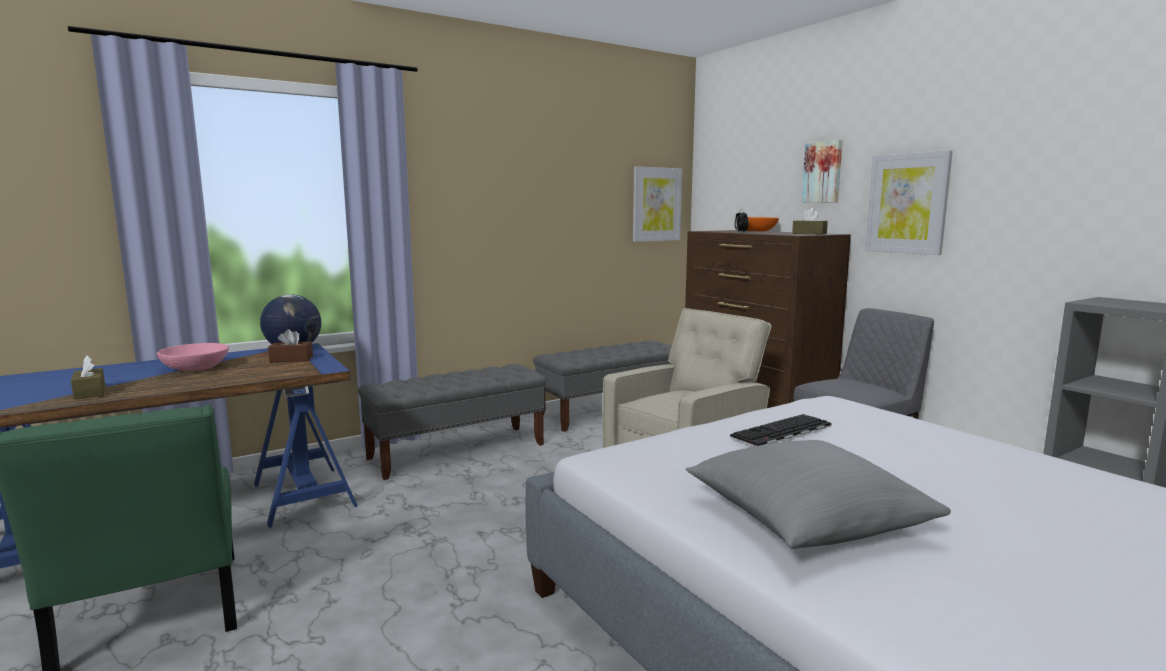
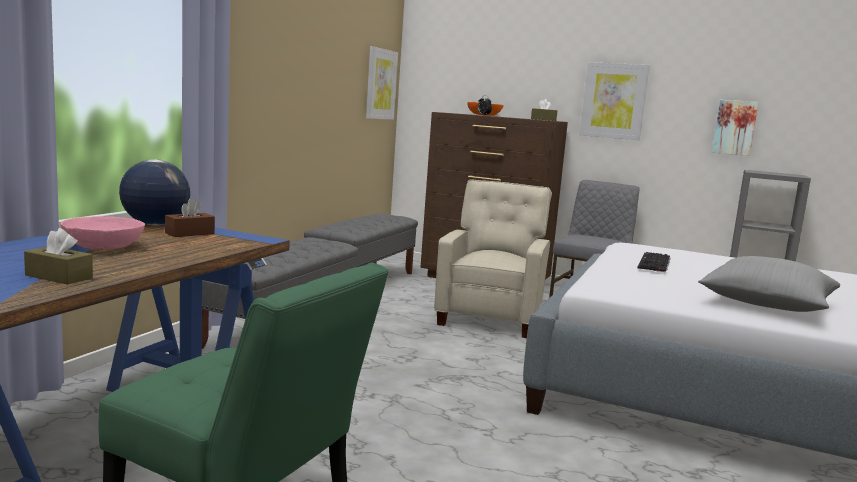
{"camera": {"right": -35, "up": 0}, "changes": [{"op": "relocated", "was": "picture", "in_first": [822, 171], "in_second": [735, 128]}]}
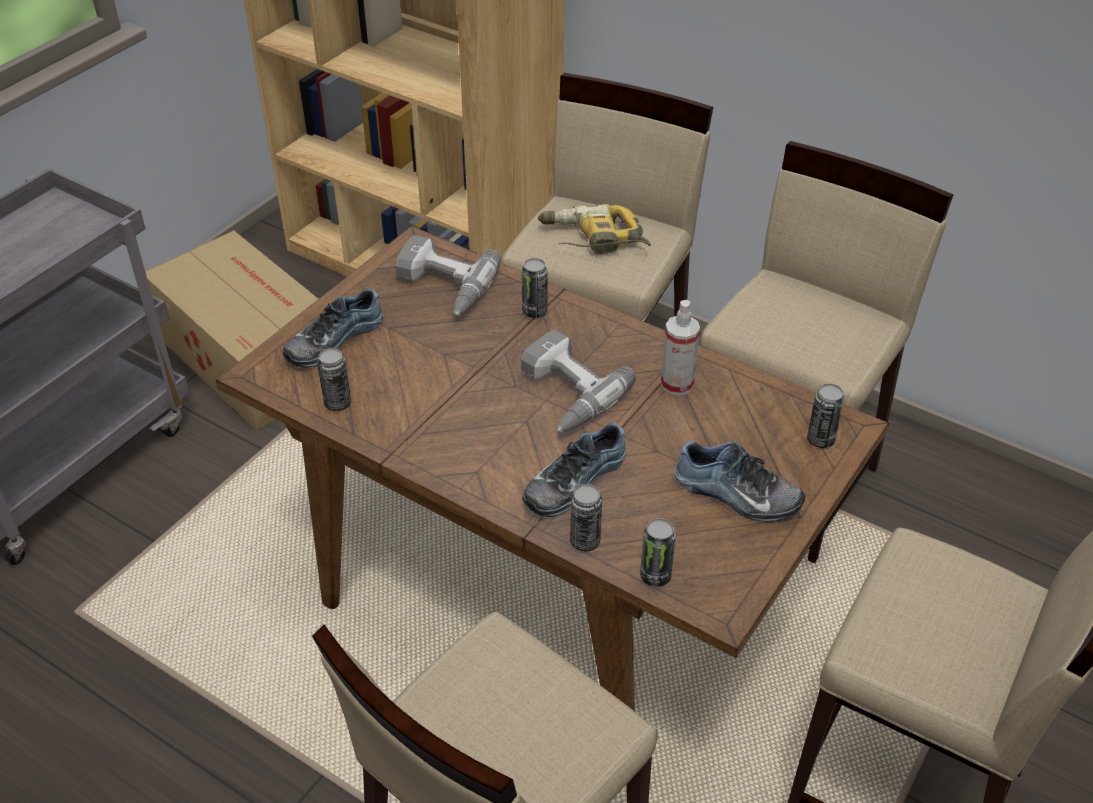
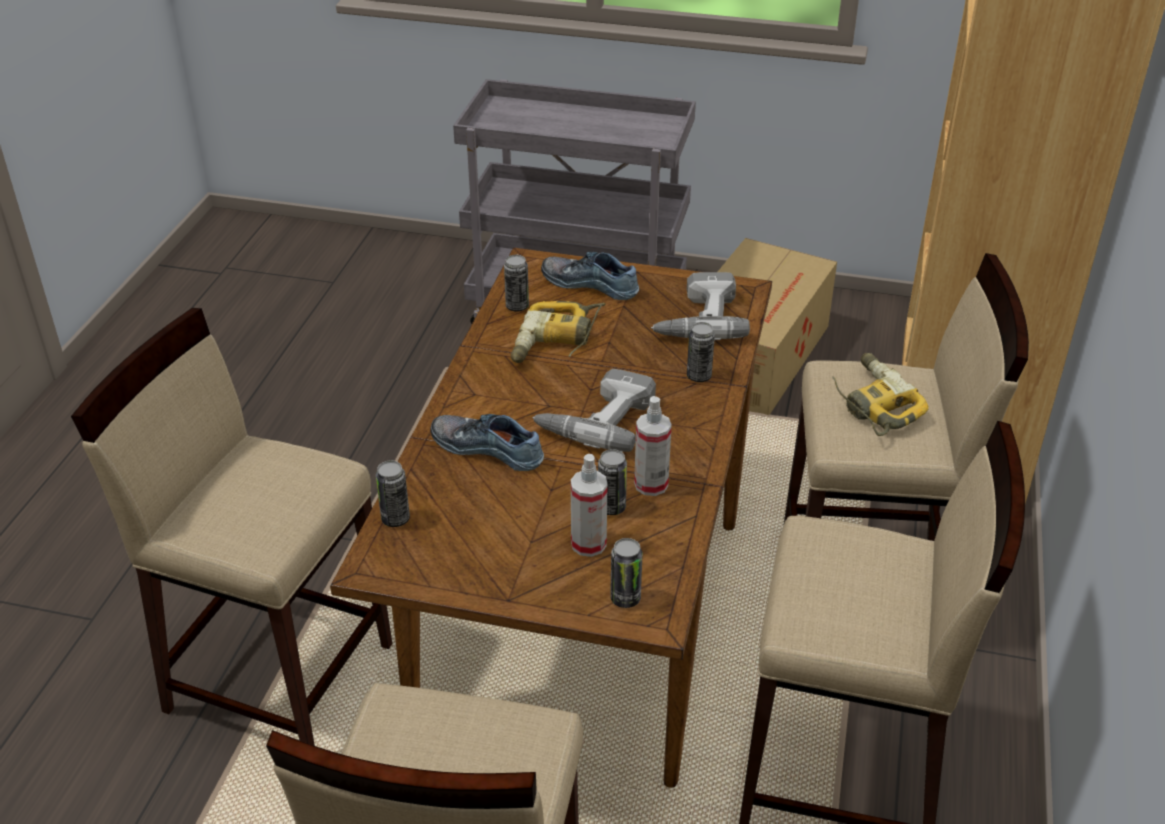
{"camera": {"right": 70, "up": -5}, "changes": [{"op": "relocated", "was": "can", "in_first": [586, 517], "in_second": [612, 482]}, {"op": "missing", "was": "shoe", "in_first": [739, 481]}, {"op": "appeared", "now": "power drill", "in_second": [558, 332]}, {"op": "appeared", "now": "spray bottle", "in_second": [589, 505]}]}
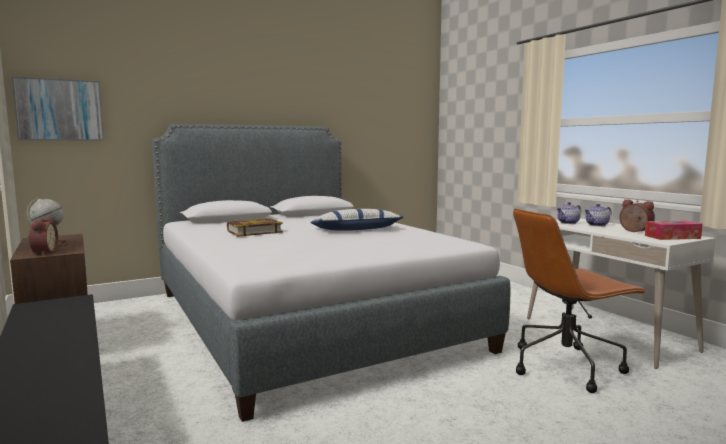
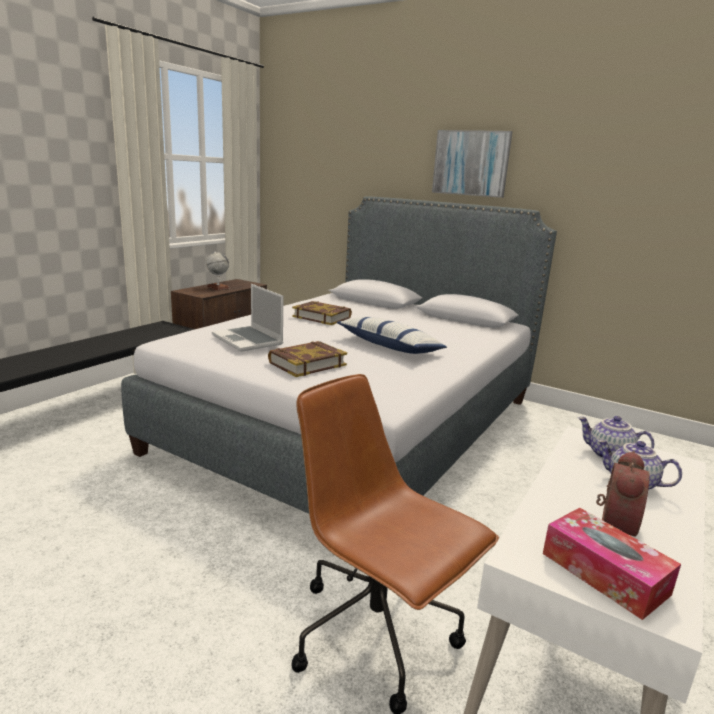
{"camera": {"right": 60, "up": 10}, "changes": [{"op": "relocated", "was": "picture", "in_first": [58, 108], "in_second": [472, 164]}, {"op": "missing", "was": "alarm clock", "in_first": [43, 236]}, {"op": "appeared", "now": "laptop", "in_second": [247, 318]}, {"op": "appeared", "now": "book", "in_second": [307, 359]}]}
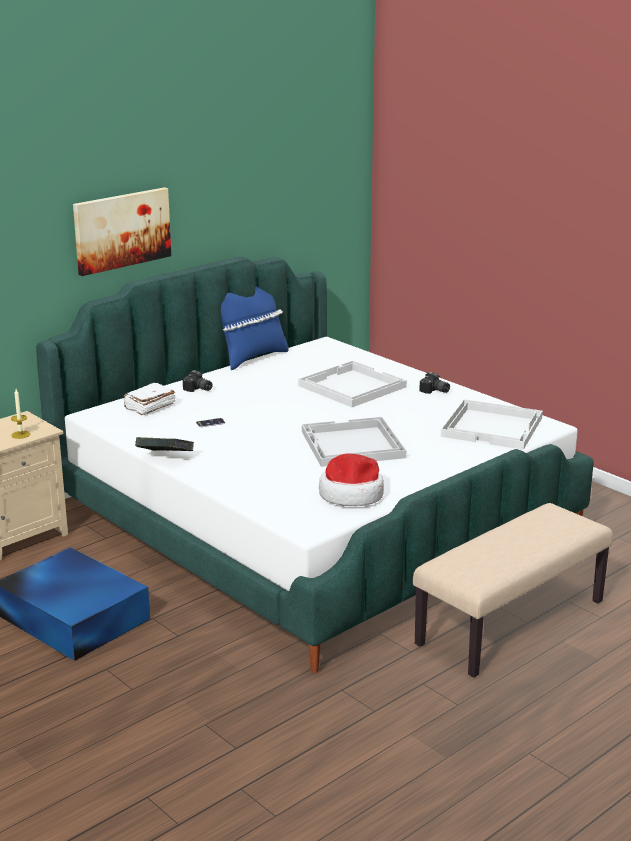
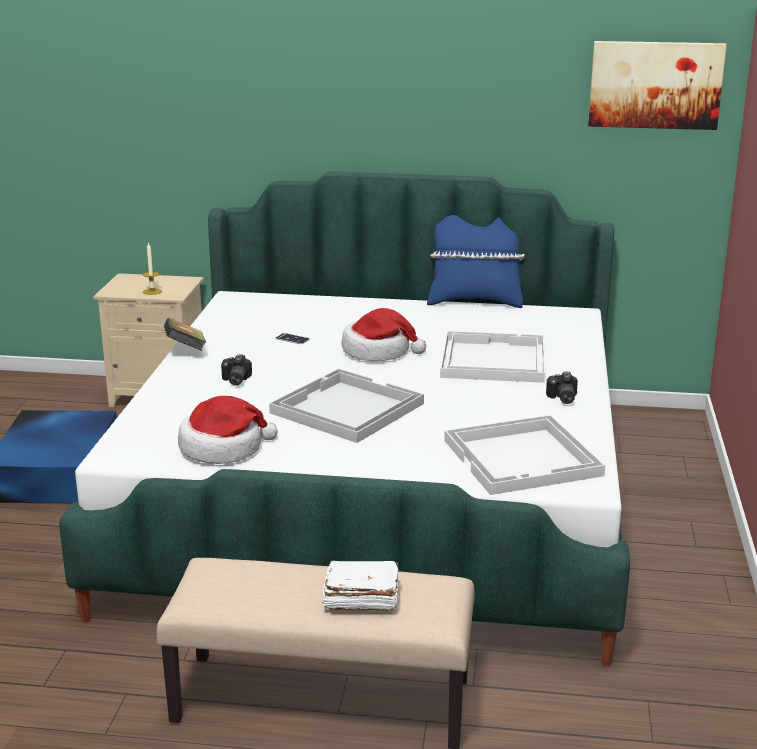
{"camera": {"right": 50, "up": 0}, "changes": [{"op": "relocated", "was": "picture", "in_first": [122, 231], "in_second": [657, 85]}, {"op": "relocated", "was": "book/white", "in_first": [149, 399], "in_second": [360, 586]}, {"op": "relocated", "was": "photo camera", "in_first": [198, 381], "in_second": [236, 370]}, {"op": "appeared", "now": "hat", "in_second": [384, 334]}]}
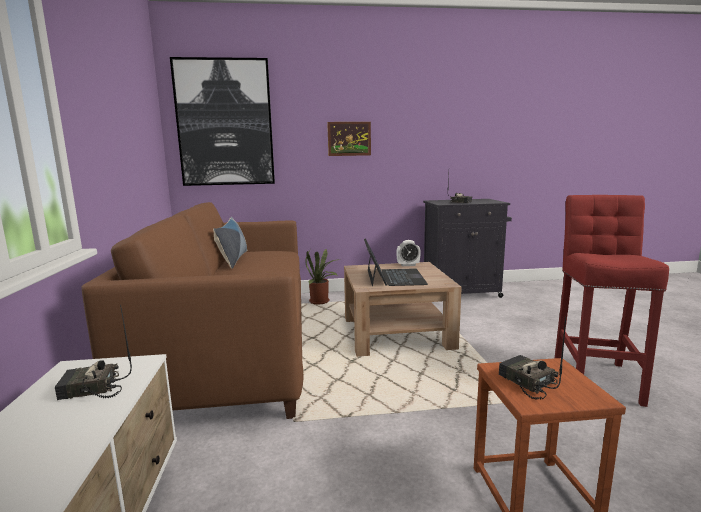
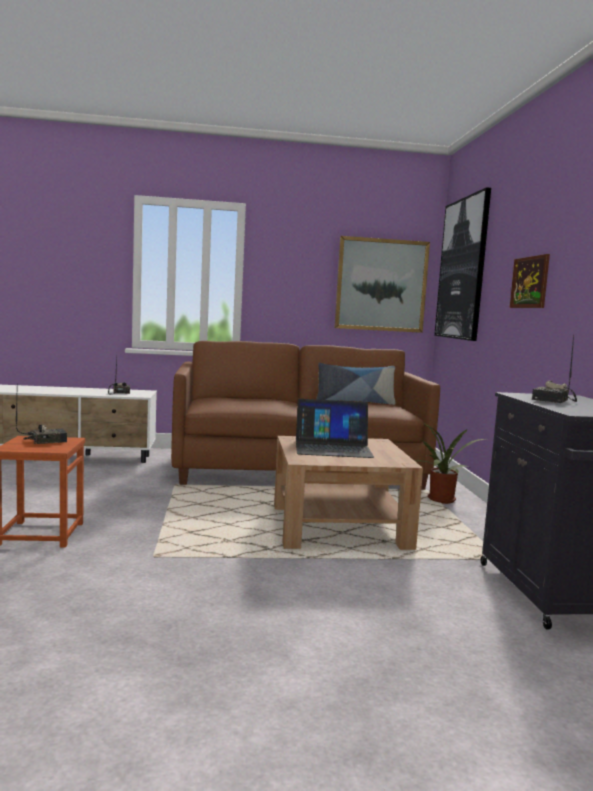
{"camera": {"right": 90, "up": -5}, "changes": [{"op": "missing", "was": "alarm clock", "in_first": [408, 253]}, {"op": "missing", "was": "stool/red", "in_first": [612, 301]}, {"op": "appeared", "now": "picture", "in_second": [382, 284]}]}
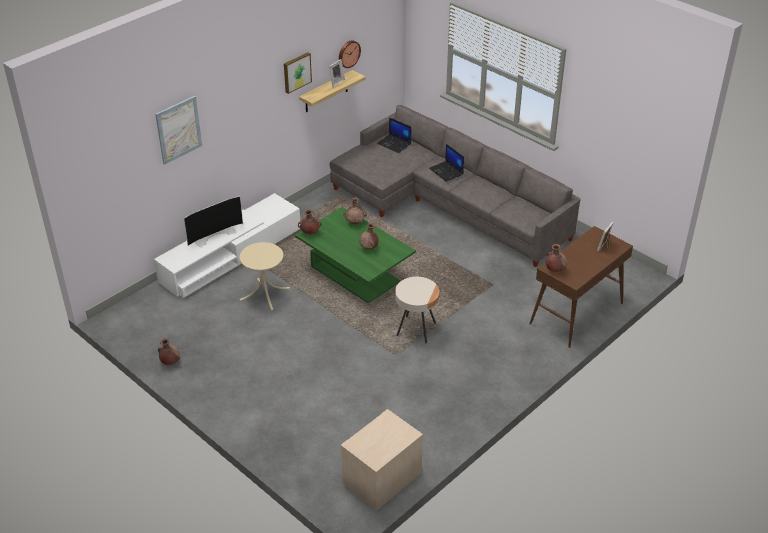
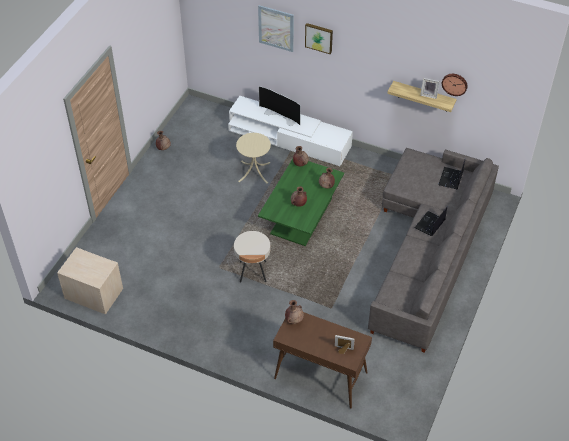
{"camera": {"right": 70, "up": 10}, "changes": [{"op": "relocated", "was": "picture", "in_first": [298, 73], "in_second": [319, 38]}]}
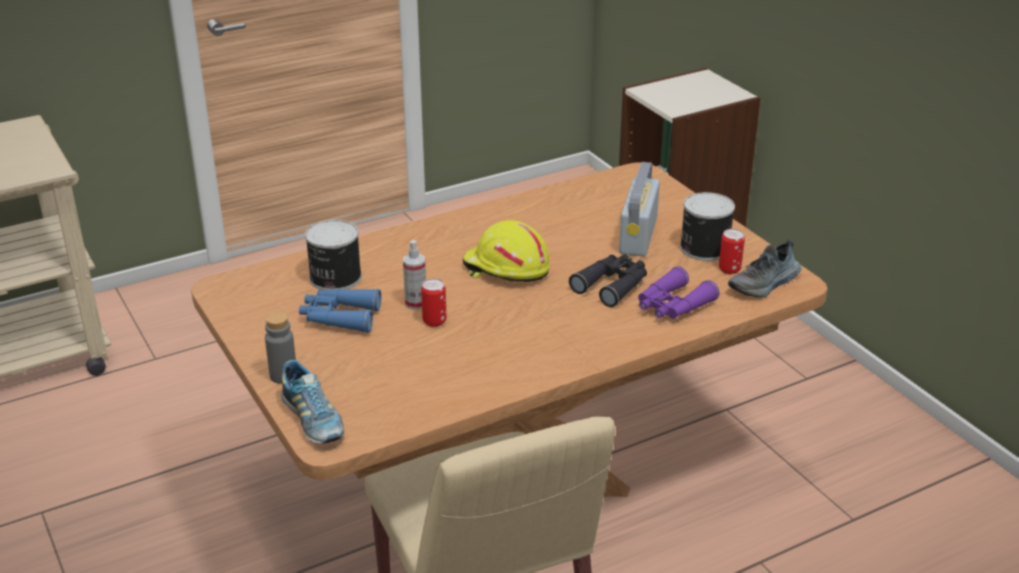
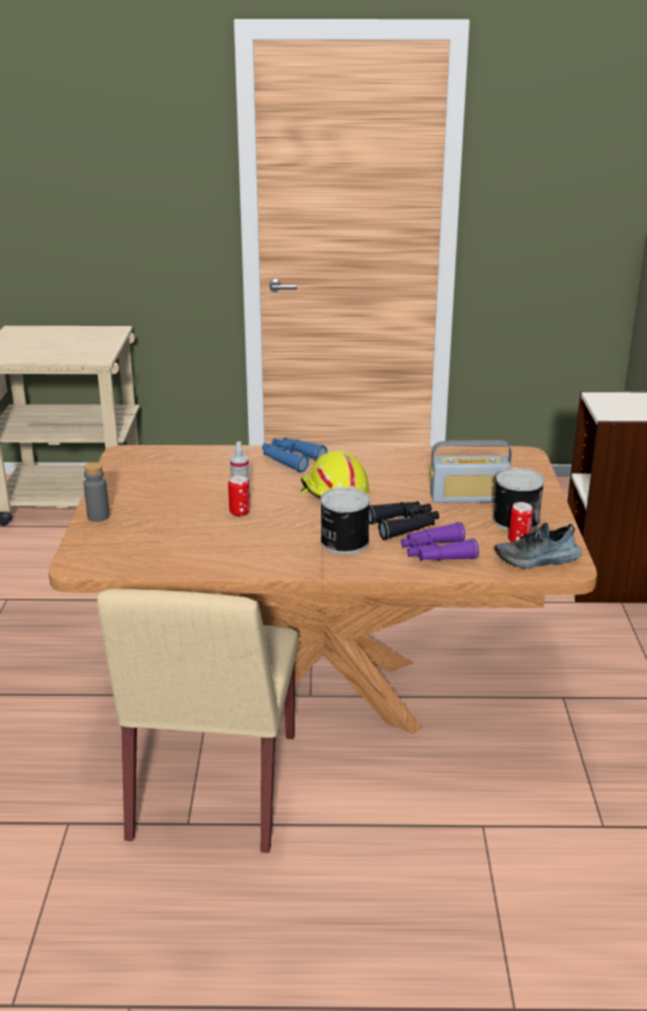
{"camera": {"right": 30, "up": -5}, "changes": [{"op": "missing", "was": "shoe", "in_first": [312, 402]}, {"op": "relocated", "was": "binoculars/blue", "in_first": [340, 311], "in_second": [294, 454]}, {"op": "relocated", "was": "can", "in_first": [333, 255], "in_second": [345, 520]}, {"op": "spun", "was": "radio", "in_first": [639, 209], "in_second": [471, 471], "clockwise": -135}]}
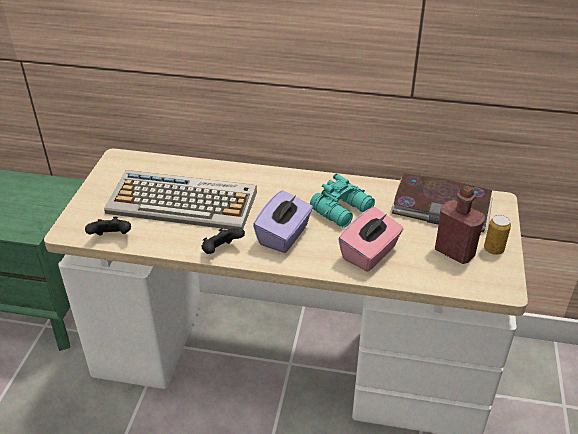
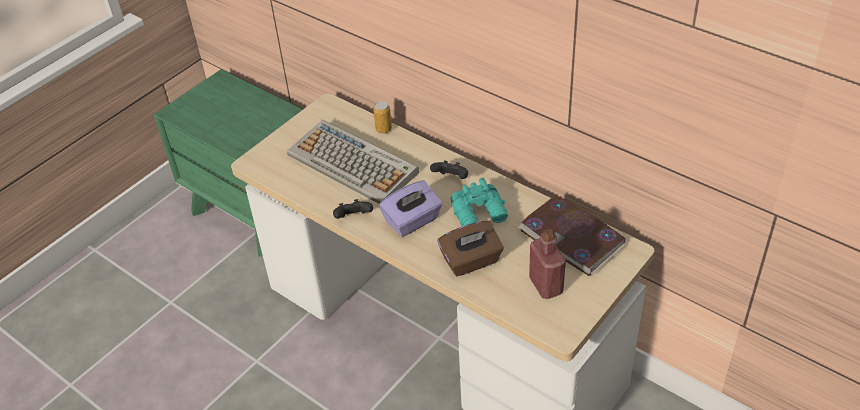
{"camera": {"right": 30, "up": 5}, "changes": [{"op": "relocated", "was": "game controller/black", "in_first": [108, 226], "in_second": [449, 169]}, {"op": "colour", "was": "tissue box/pink", "now": "tissue box/brown", "in_first": [370, 239], "in_second": [471, 249]}, {"op": "relocated", "was": "can", "in_first": [497, 235], "in_second": [382, 117]}]}
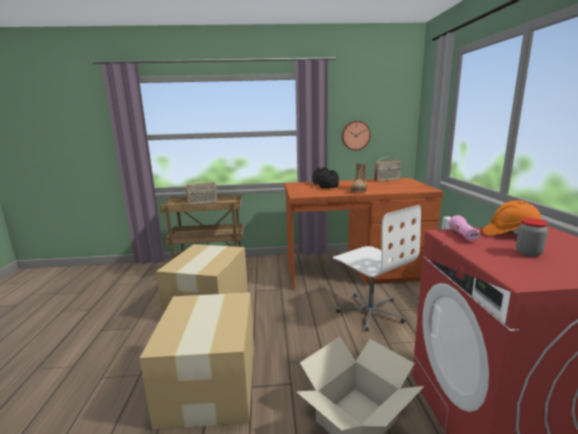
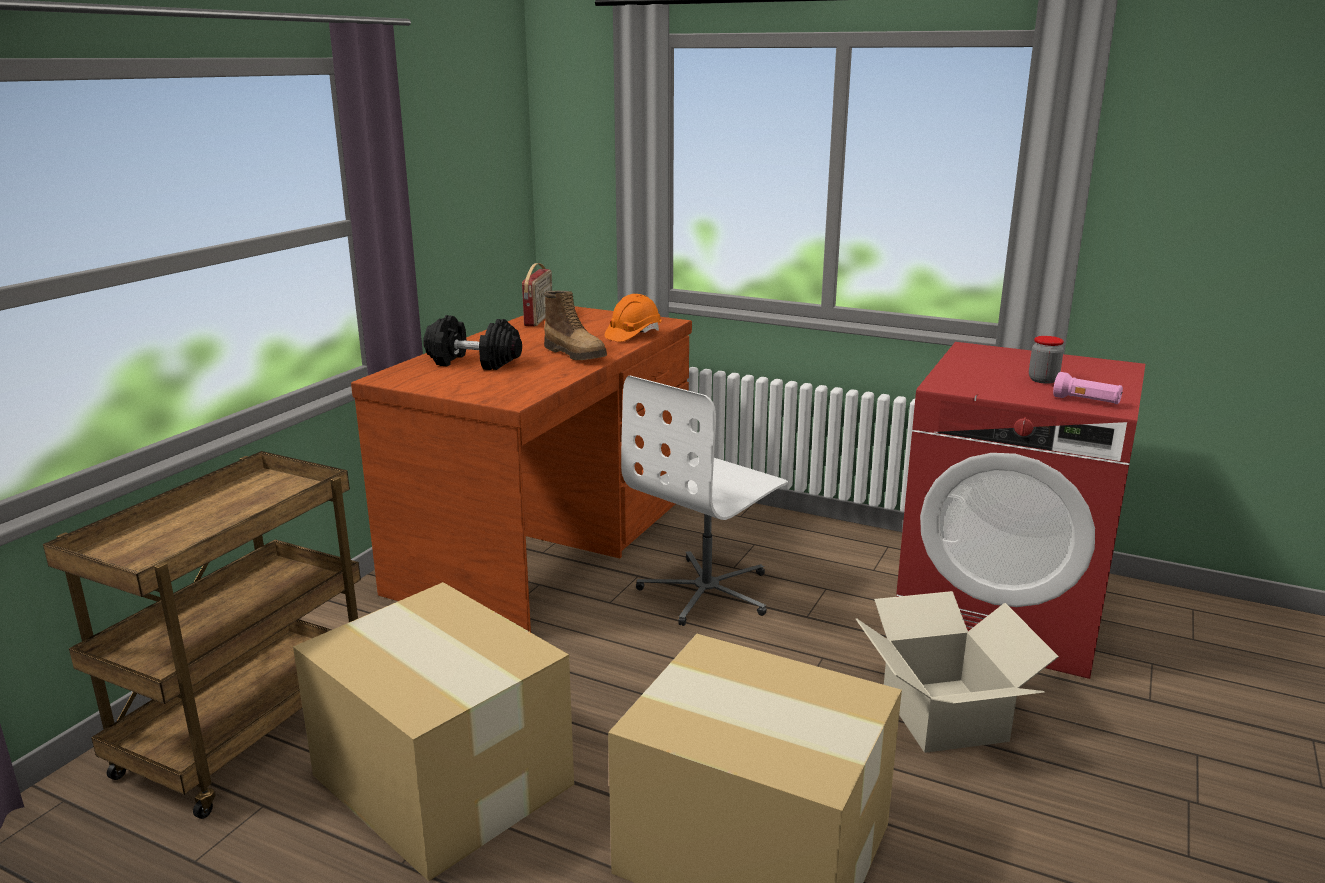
{"camera": {"right": -60, "up": 5}, "changes": [{"op": "missing", "was": "radio", "in_first": [201, 191]}, {"op": "spun", "was": "office chair/white", "in_first": [377, 268], "in_second": [704, 501], "clockwise": 135}, {"op": "missing", "was": "wall clock", "in_first": [356, 135]}, {"op": "relocated", "was": "flashlight/pink", "in_first": [464, 228], "in_second": [1088, 388]}, {"op": "relocated", "was": "hard hat/orange", "in_first": [512, 217], "in_second": [633, 318]}]}
